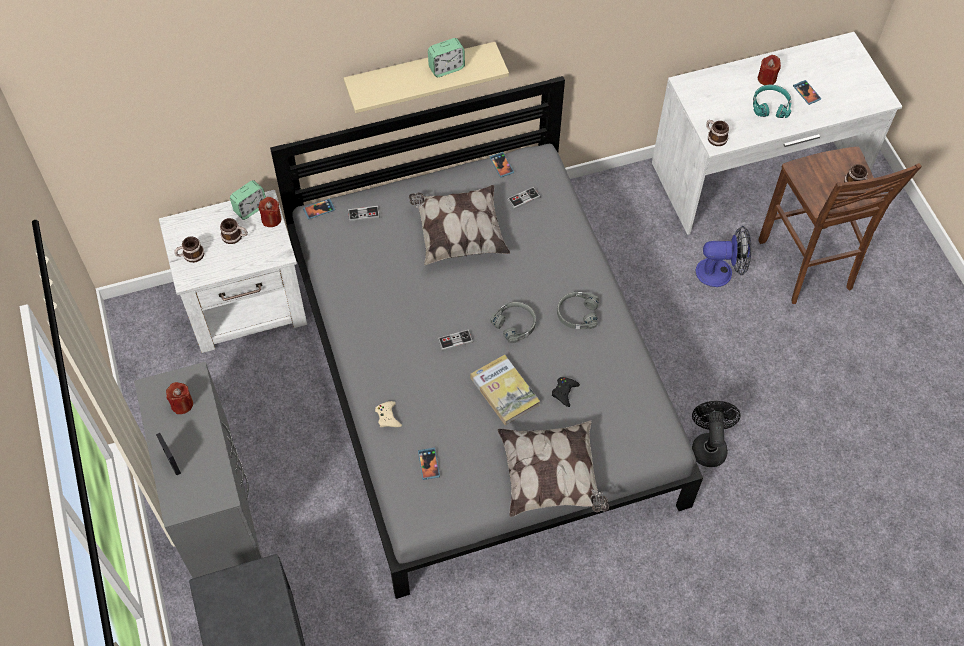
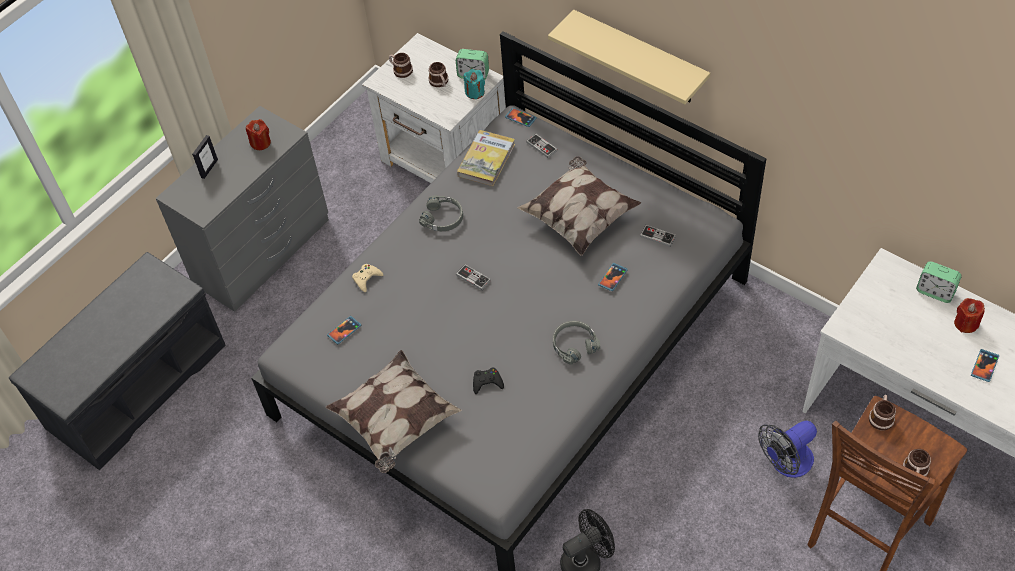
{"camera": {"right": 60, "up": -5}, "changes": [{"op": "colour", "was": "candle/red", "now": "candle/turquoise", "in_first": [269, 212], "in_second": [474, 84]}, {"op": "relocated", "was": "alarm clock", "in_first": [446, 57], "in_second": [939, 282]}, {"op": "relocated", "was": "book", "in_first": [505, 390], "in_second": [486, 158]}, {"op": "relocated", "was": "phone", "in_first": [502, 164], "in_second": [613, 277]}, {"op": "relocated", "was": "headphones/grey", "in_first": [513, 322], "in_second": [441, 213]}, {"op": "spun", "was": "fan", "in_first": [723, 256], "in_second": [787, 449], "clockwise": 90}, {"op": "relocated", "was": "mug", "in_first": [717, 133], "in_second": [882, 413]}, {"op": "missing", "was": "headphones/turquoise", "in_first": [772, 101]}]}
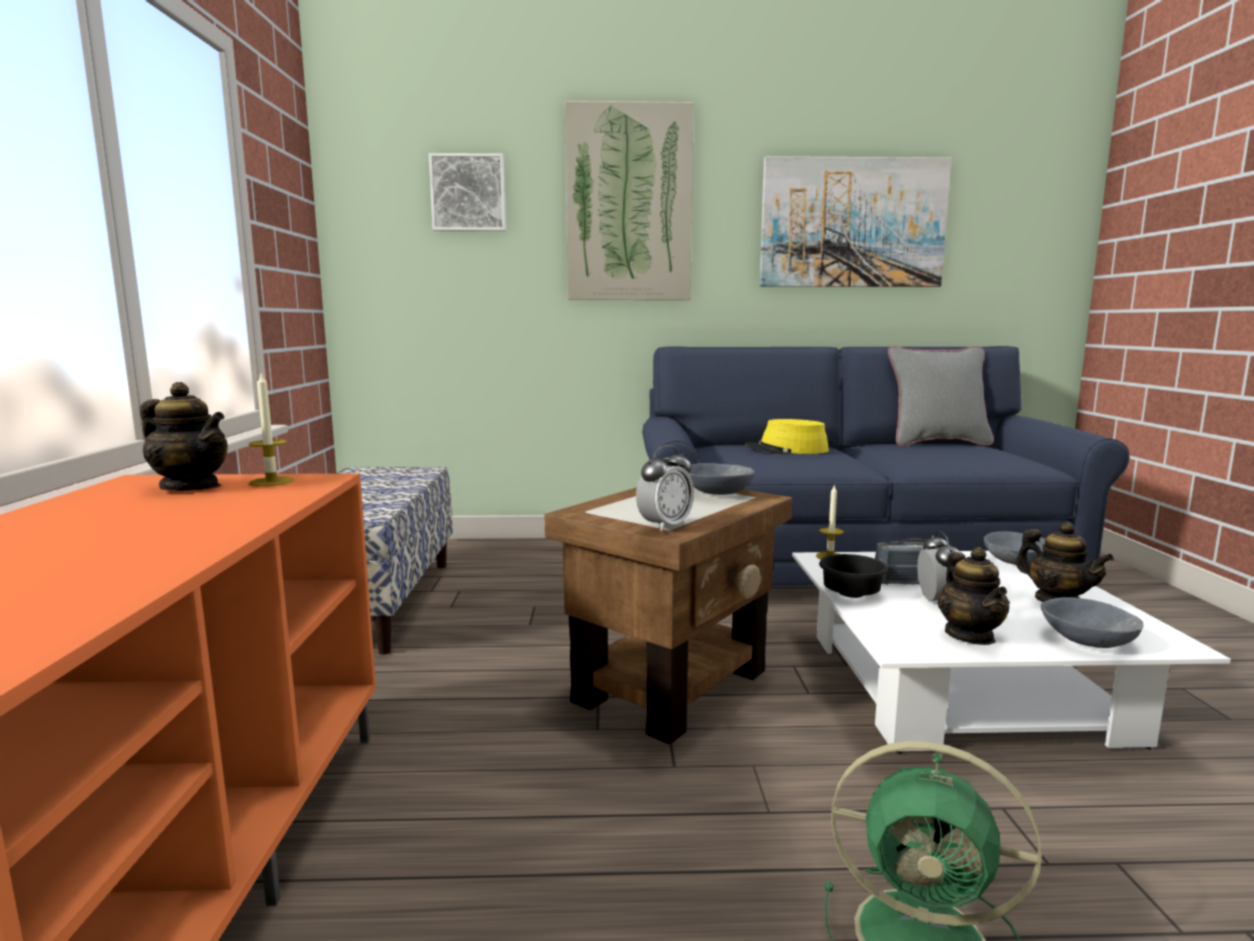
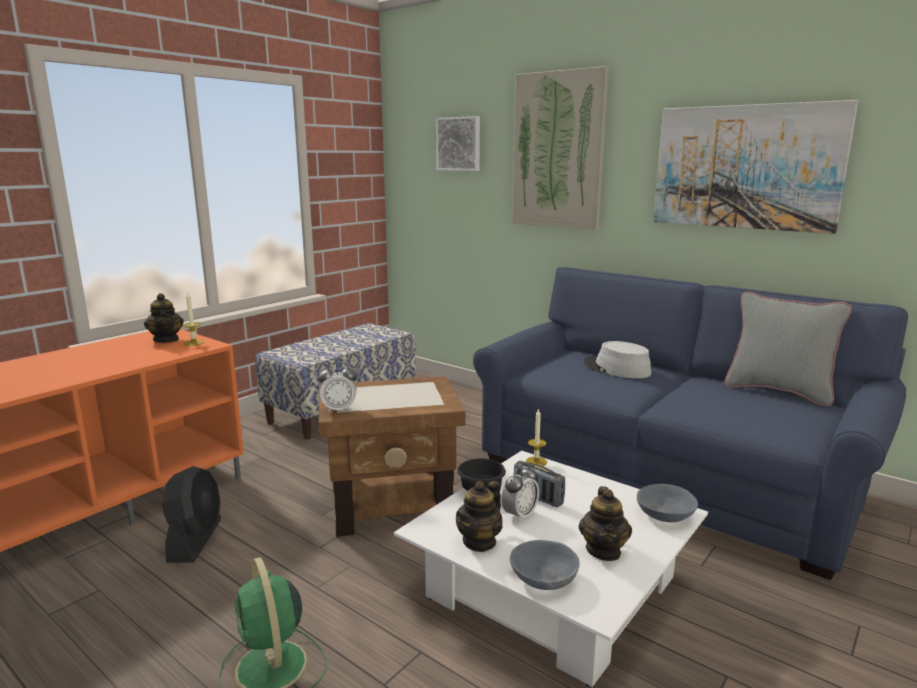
{"camera": {"right": 40, "up": 5}, "changes": [{"op": "missing", "was": "bowl/grey", "in_first": [722, 479]}, {"op": "colour", "was": "hat/yellow", "now": "hat/grey", "in_first": [787, 436], "in_second": [618, 359]}, {"op": "appeared", "now": "fan/black", "in_second": [191, 514]}]}
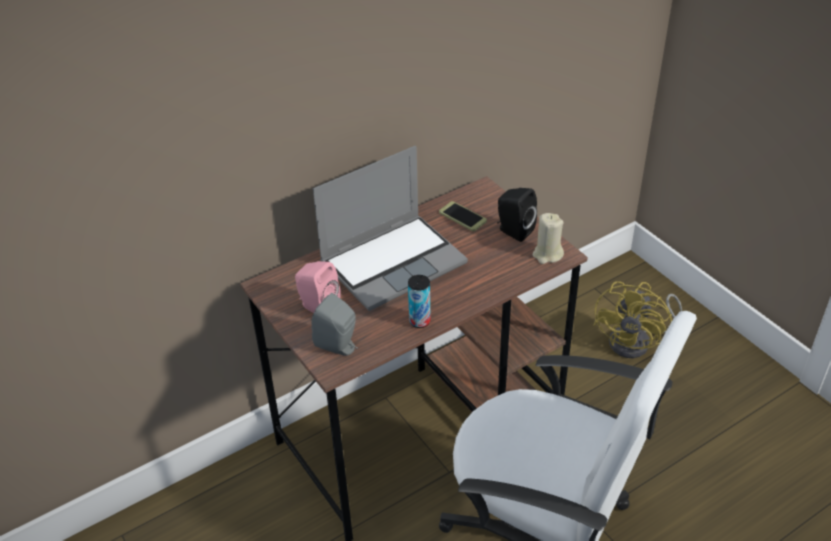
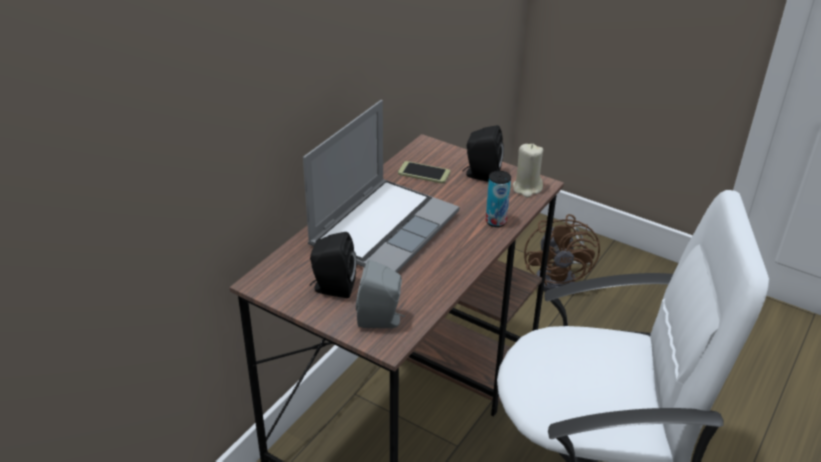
{"camera": {"right": -25, "up": -5}, "changes": [{"op": "colour", "was": "speaker/pink", "now": "speaker/black", "in_first": [318, 287], "in_second": [333, 265]}, {"op": "relocated", "was": "can", "in_first": [419, 301], "in_second": [498, 199]}, {"op": "colour", "was": "fan/yellow", "now": "fan/brown", "in_first": [637, 319], "in_second": [562, 253]}]}
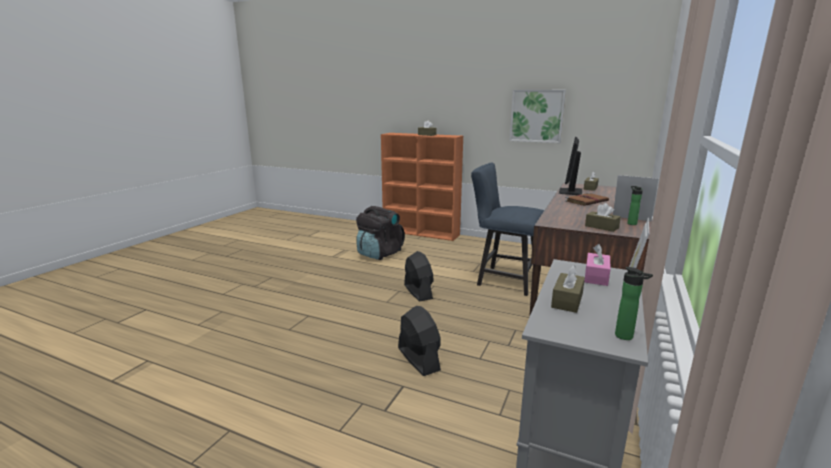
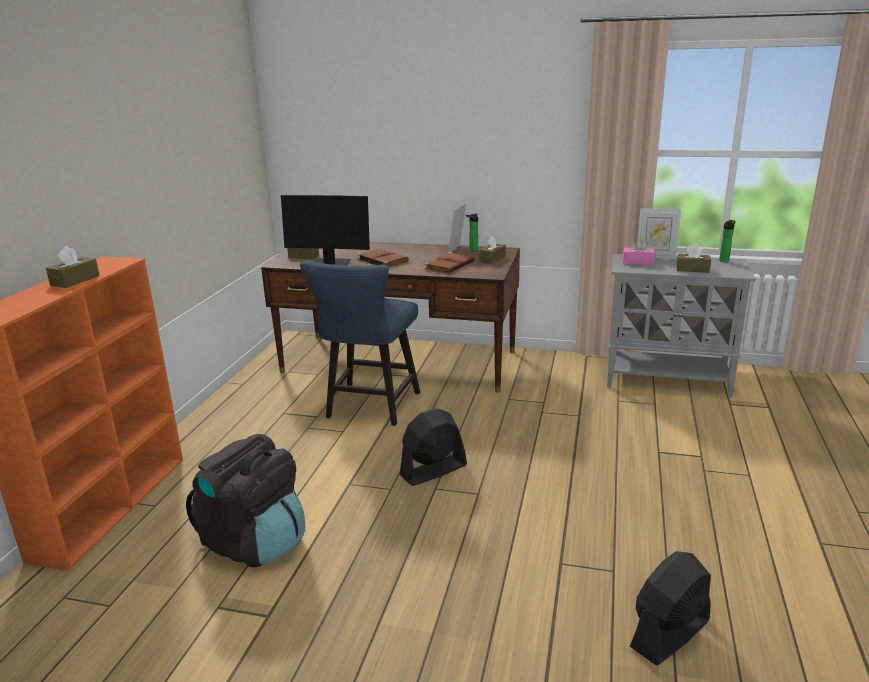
{"camera": {"right": -100, "up": 5}, "changes": [{"op": "relocated", "was": "fan/black", "in_first": [419, 341], "in_second": [670, 608]}, {"op": "missing", "was": "picture", "in_first": [537, 116]}, {"op": "appeared", "now": "book/brown", "in_second": [449, 262]}]}
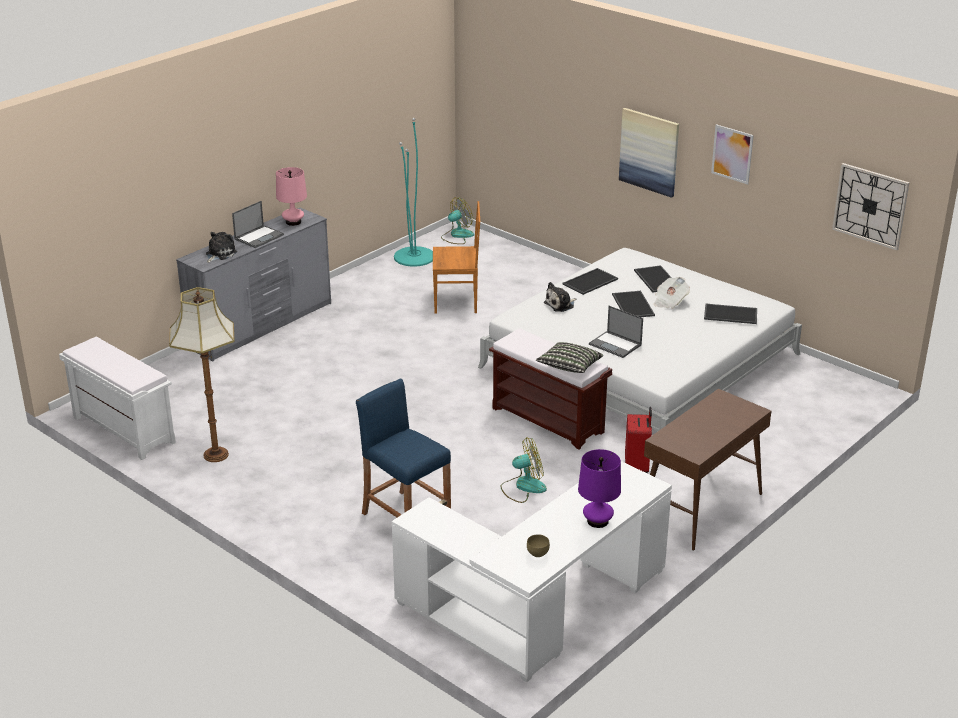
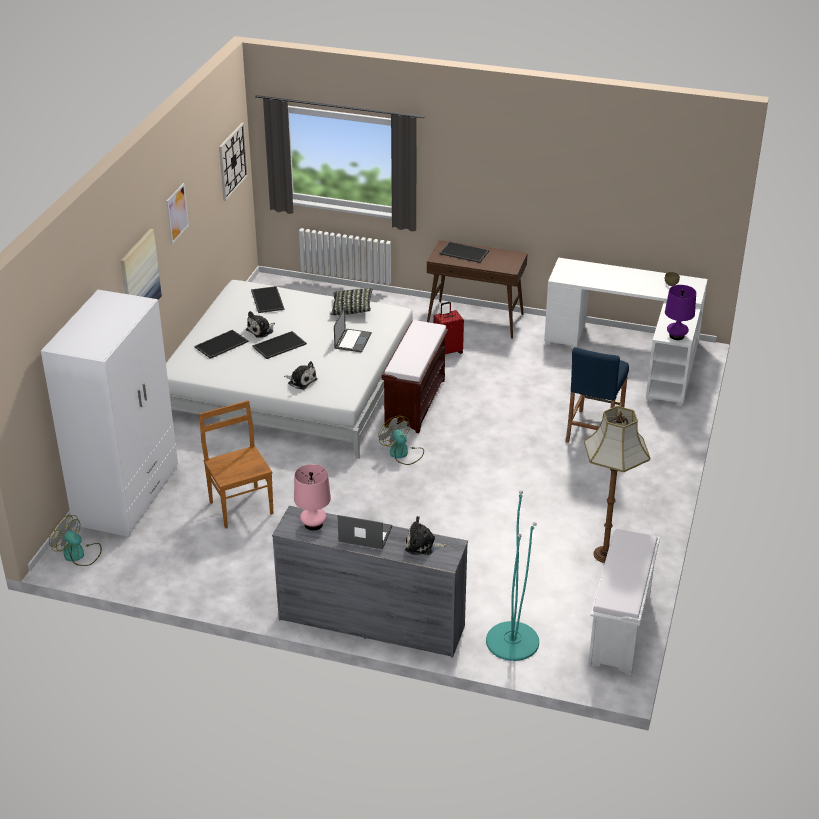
{"camera": {"right": -115, "up": 5}, "changes": [{"op": "relocated", "was": "floor lamp/turquoise", "in_first": [413, 192], "in_second": [512, 575]}, {"op": "relocated", "was": "fan", "in_first": [524, 470], "in_second": [401, 440]}, {"op": "relocated", "was": "pillow", "in_first": [569, 357], "in_second": [352, 301]}, {"op": "relocated", "was": "tray", "in_first": [590, 281], "in_second": [464, 252]}, {"op": "relocated", "was": "table lamp/purple", "in_first": [599, 488], "in_second": [680, 312]}, {"op": "exchanged", "was": "newspaper", "now": "plush toy", "in_first": [672, 293], "in_second": [260, 324]}, {"op": "appeared", "now": "wardrobe/white", "in_second": [109, 413]}]}
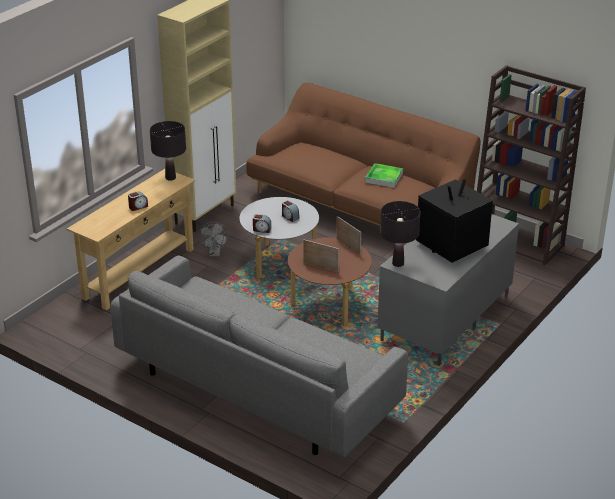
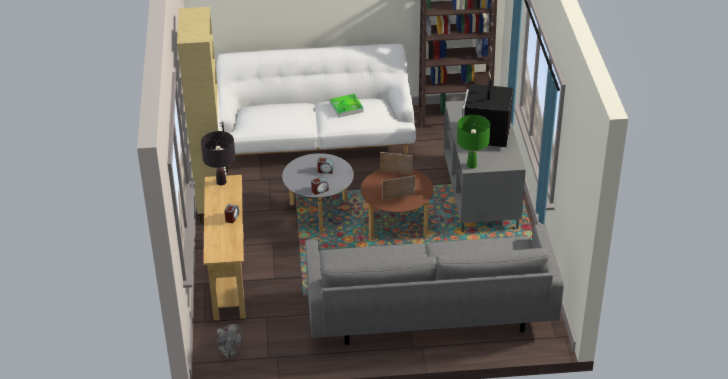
{"camera": {"right": -40, "up": 5}, "changes": [{"op": "relocated", "was": "fan/grey", "in_first": [213, 239], "in_second": [230, 341]}, {"op": "colour", "was": "sofa/brown", "now": "sofa/white", "in_first": [363, 154], "in_second": [316, 105]}, {"op": "colour", "was": "table lamp/black", "now": "table lamp/green", "in_first": [400, 234], "in_second": [473, 142]}]}
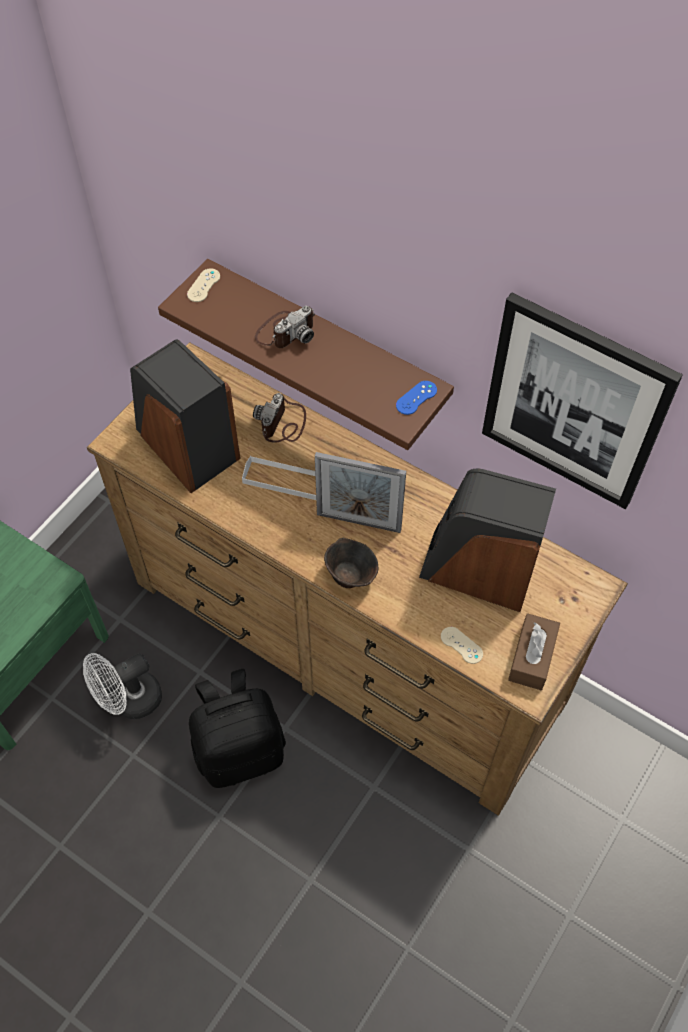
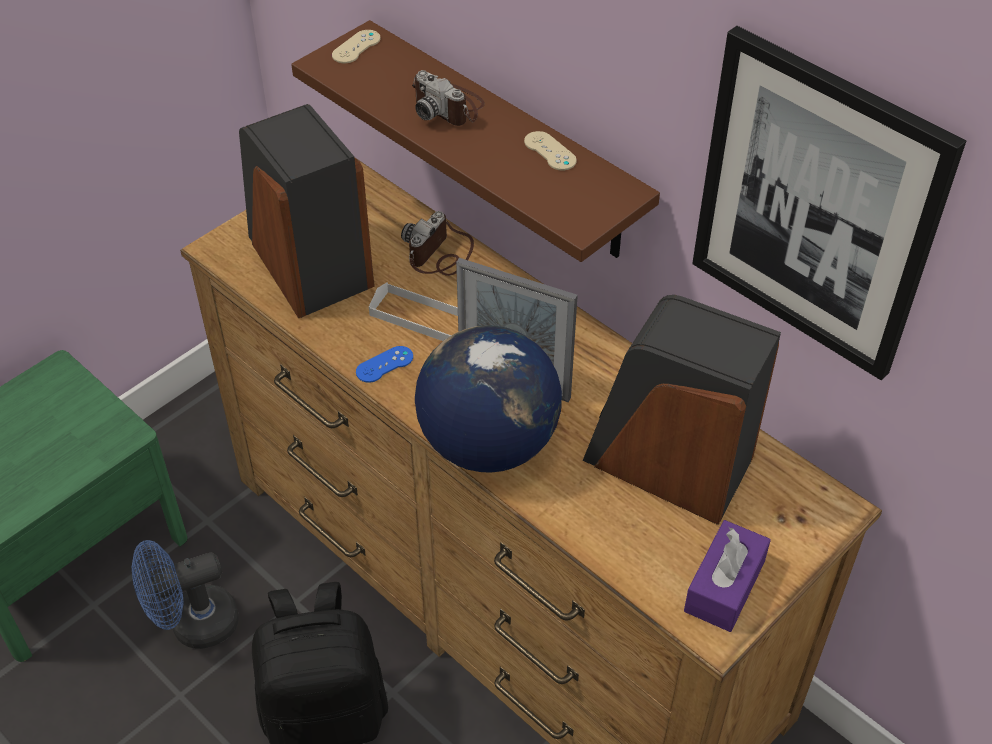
{"camera": {"right": 10, "up": -10}, "changes": [{"op": "colour", "was": "fan/white", "now": "fan/blue", "in_first": [122, 686], "in_second": [185, 594]}, {"op": "spun", "was": "photo camera", "in_first": [285, 327], "in_second": [448, 98], "clockwise": 75}, {"op": "exchanged", "was": "bowl/brown", "now": "globe", "in_first": [351, 563], "in_second": [488, 399]}, {"op": "relocated", "was": "game controller/blue", "in_first": [416, 398], "in_second": [384, 364]}, {"op": "relocated", "was": "game controller/beige", "in_first": [462, 645], "in_second": [550, 150]}, {"op": "colour", "was": "tissue box/brown", "now": "tissue box/purple", "in_first": [534, 651], "in_second": [727, 576]}]}
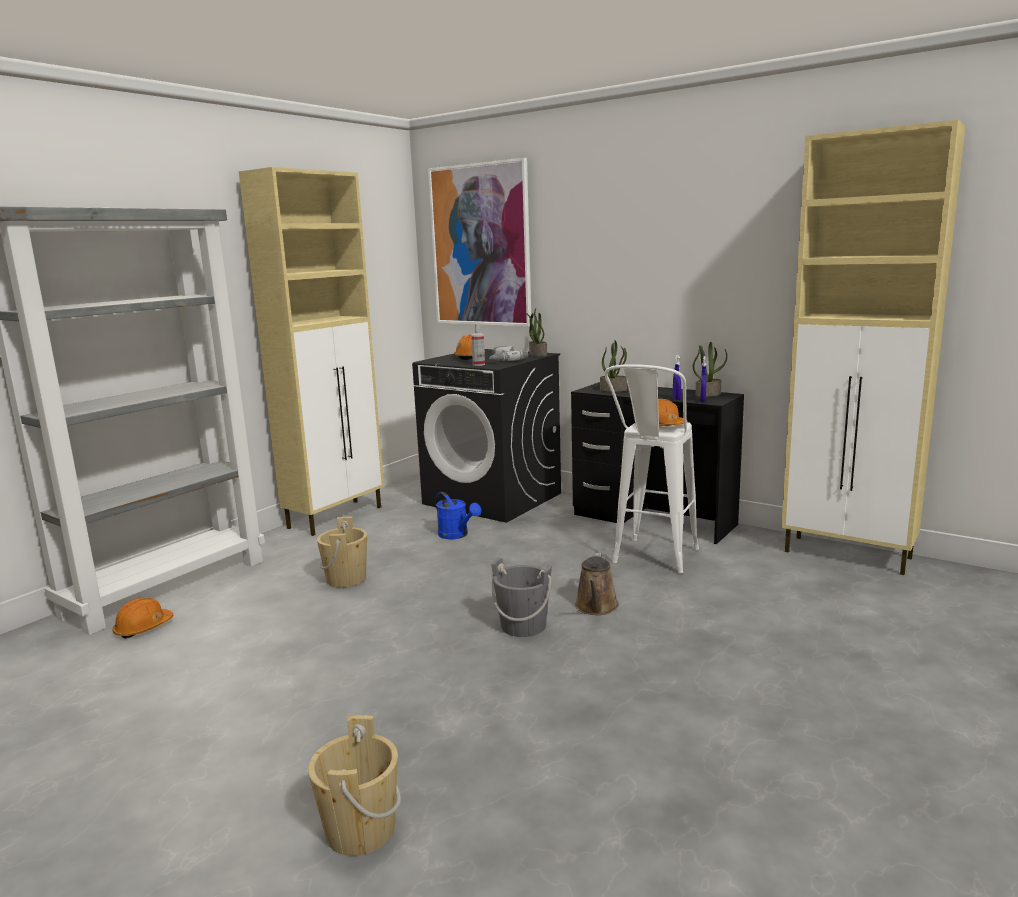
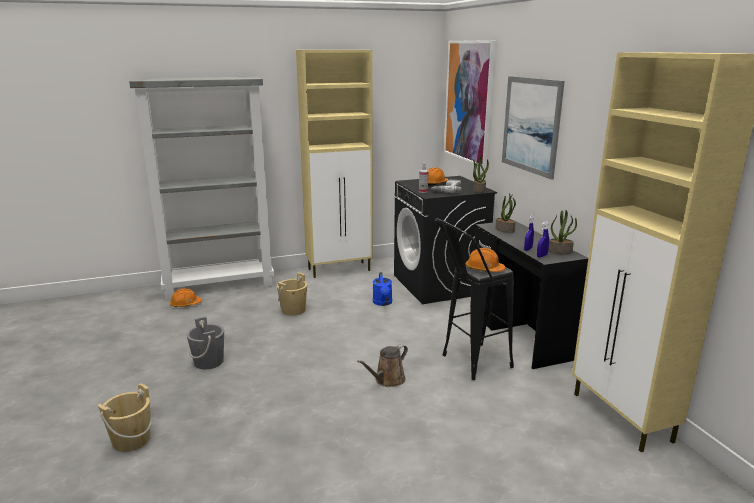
{"camera": {"right": 35, "up": 5}, "changes": [{"op": "relocated", "was": "bucket/grey", "in_first": [521, 597], "in_second": [205, 343]}, {"op": "colour", "was": "stool/white", "now": "stool/black", "in_first": [651, 469], "in_second": [474, 299]}, {"op": "appeared", "now": "picture", "in_second": [533, 128]}]}
